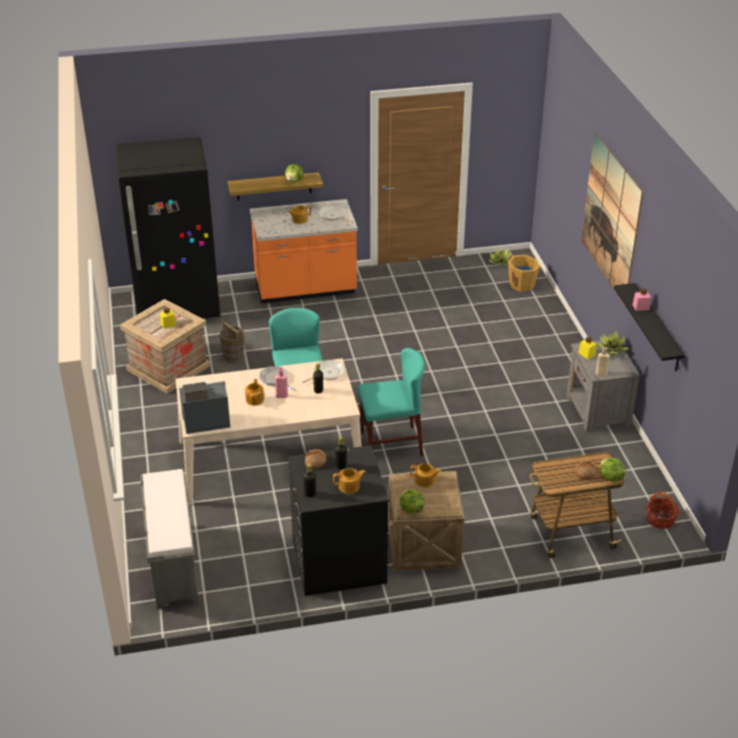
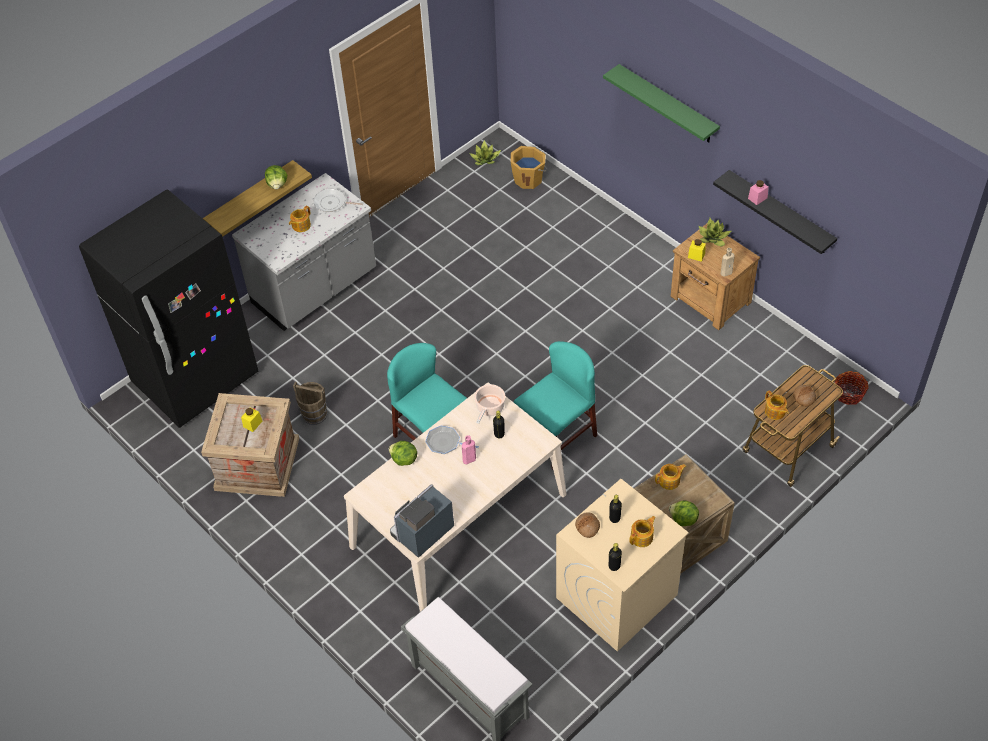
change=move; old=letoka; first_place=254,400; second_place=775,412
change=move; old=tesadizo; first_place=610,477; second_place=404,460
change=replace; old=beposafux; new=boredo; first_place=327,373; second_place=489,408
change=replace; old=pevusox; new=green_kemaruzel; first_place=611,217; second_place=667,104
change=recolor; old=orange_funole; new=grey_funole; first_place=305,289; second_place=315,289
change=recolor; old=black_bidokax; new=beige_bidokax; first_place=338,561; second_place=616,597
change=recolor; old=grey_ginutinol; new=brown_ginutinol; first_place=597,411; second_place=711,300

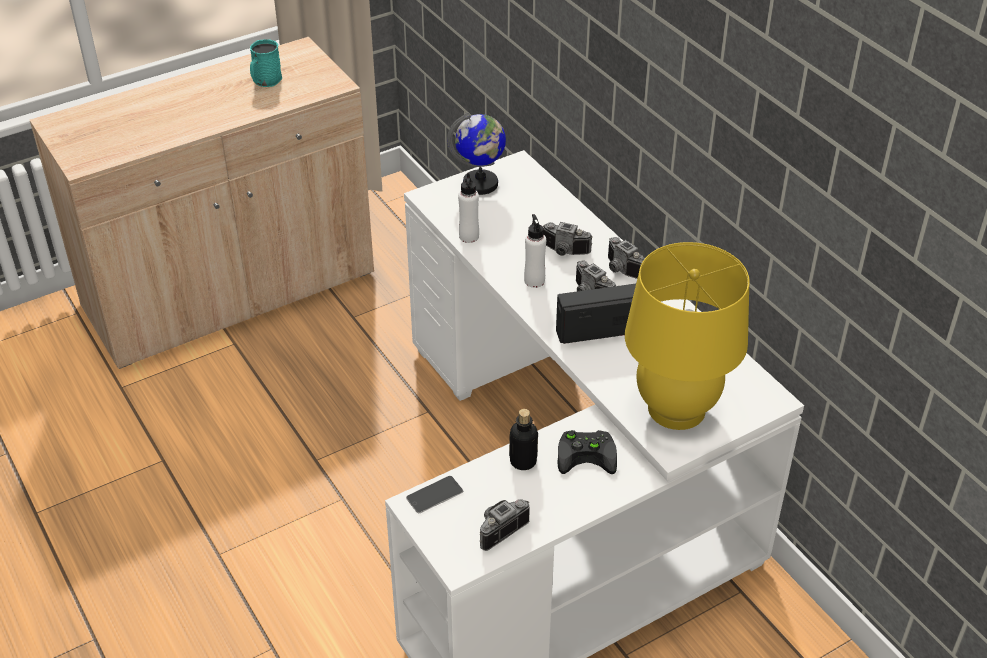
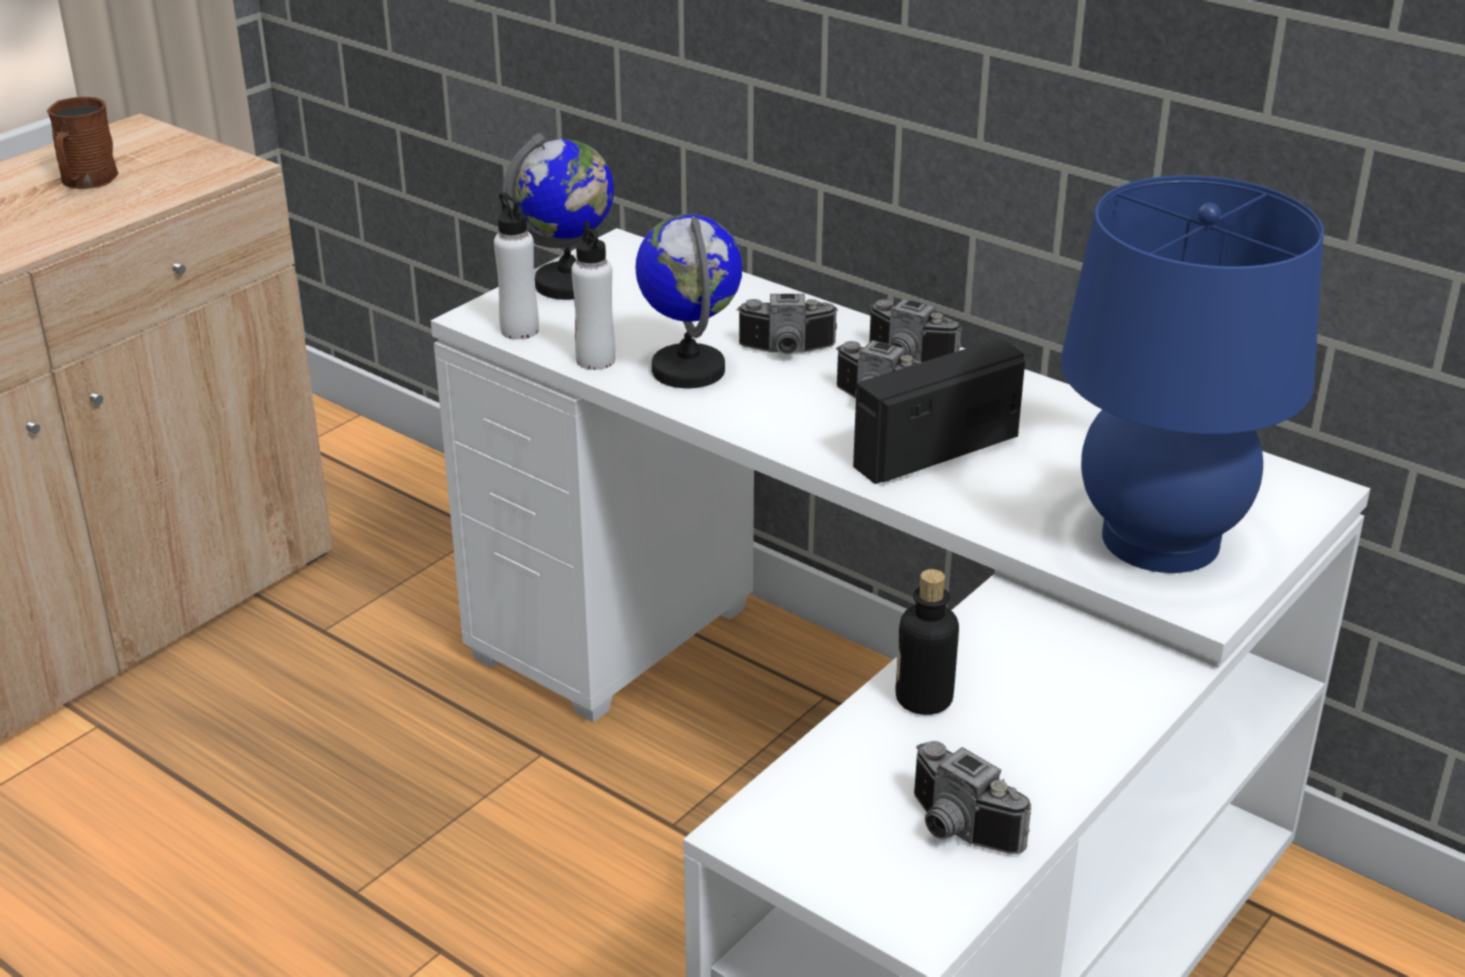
change=delete; old=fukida; first_place=434,494
change=delete; old=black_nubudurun; first_place=588,454
change=insert; new=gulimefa; second_place=689,370
change=move; old=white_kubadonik; first_place=534,280; second_place=519,330
change=recolor; old=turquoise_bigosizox; new=brown_bigosizox; first_place=265,81; second_place=86,181
change=recolor; old=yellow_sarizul; new=blue_sarizul; first_place=676,409; second_place=1160,540
change=rotate; old=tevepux; first_place=498,528; second_place=956,831; degrees=-75

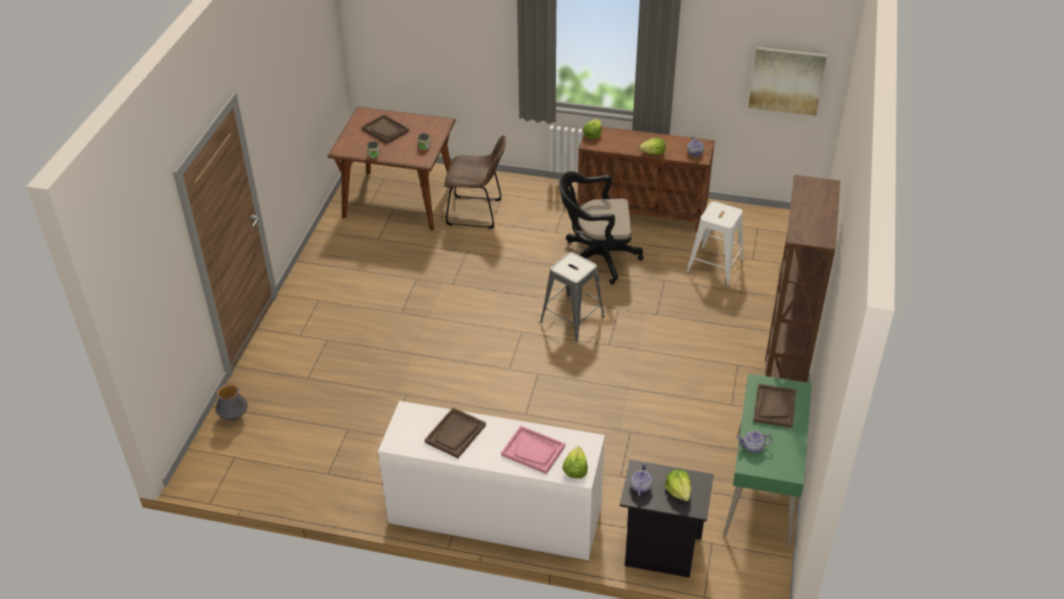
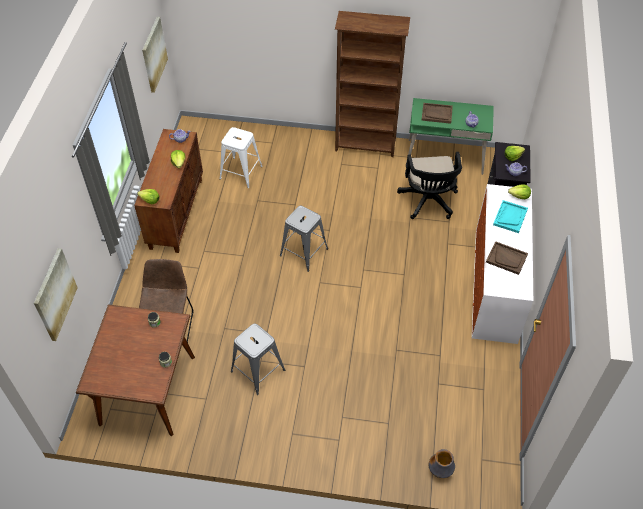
change=delete; old=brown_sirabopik; first_place=385,130
change=insert; new=pevusox; second_place=54,294
change=insert; new=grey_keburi; second_place=258,370
change=move; old=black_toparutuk; first_place=596,258; second_place=428,202
change=recolor; old=pink_sirabopik; new=turquoise_sirabopik; first_place=533,451; second_place=510,217

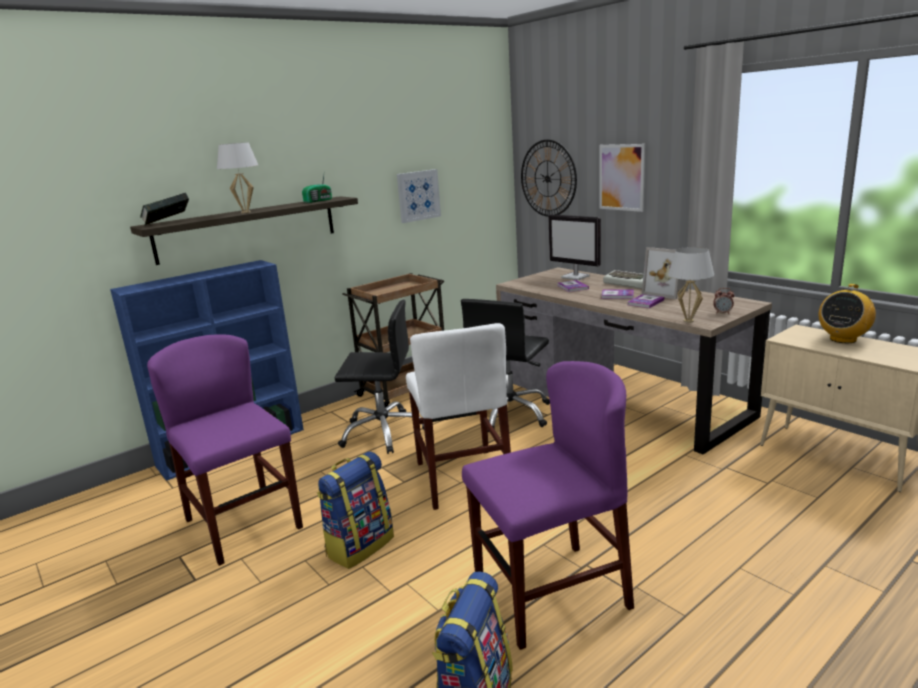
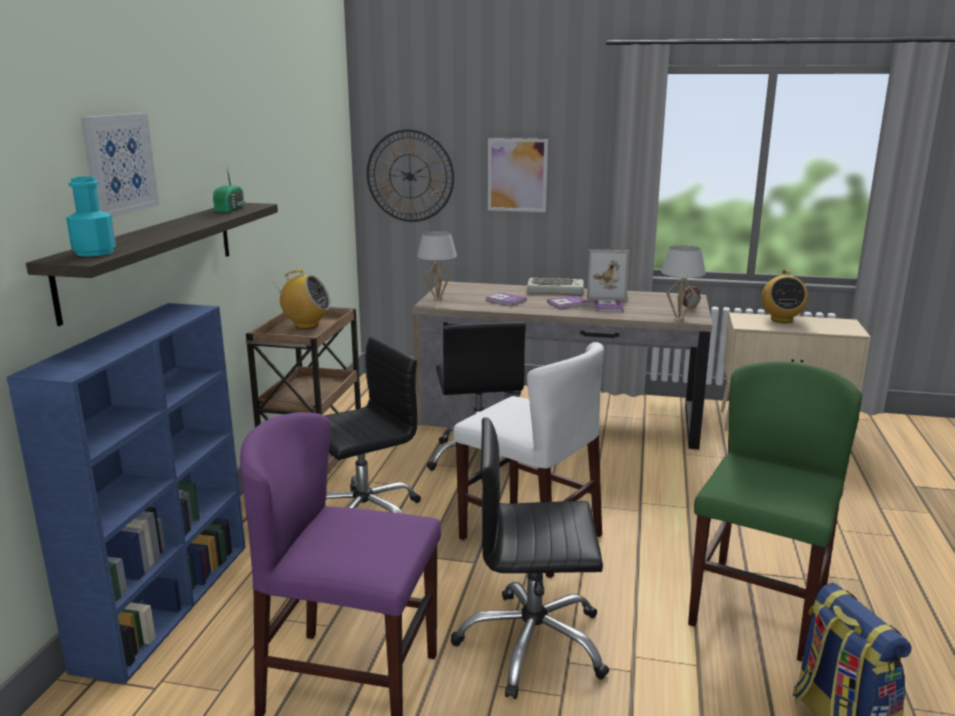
change=delete; old=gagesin; first_place=576,277
change=insert; new=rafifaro; second_place=306,325
change=move; old=white_sarizul; first_place=246,212; second_place=437,299
change=move; old=pevusox; first_place=418,195; second_place=119,164
change=replace; old=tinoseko; new=turquoise_kubadonik; first_place=167,223; second_place=94,252
change=replace; old=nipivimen; new=black_toparutuk; first_place=359,546; second_place=532,644
change=recolor; old=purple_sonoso; new=green_sonoso; first_place=551,594; second_place=758,607

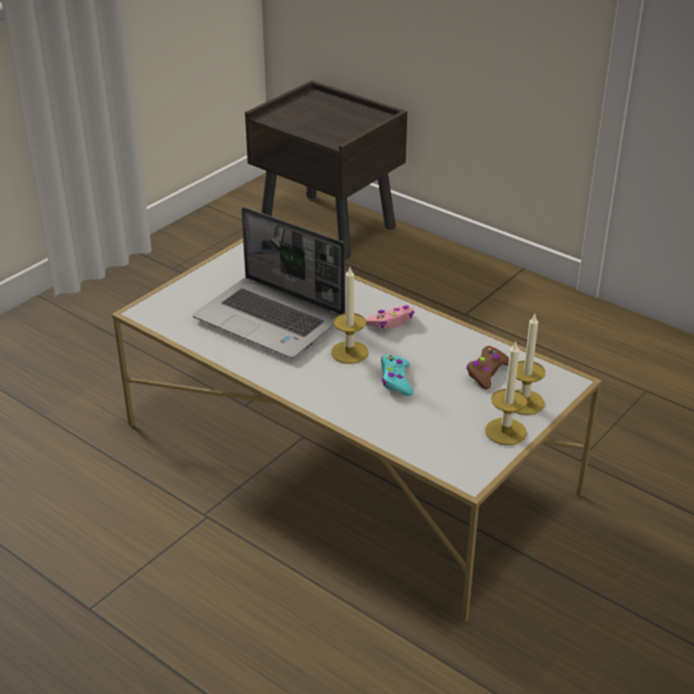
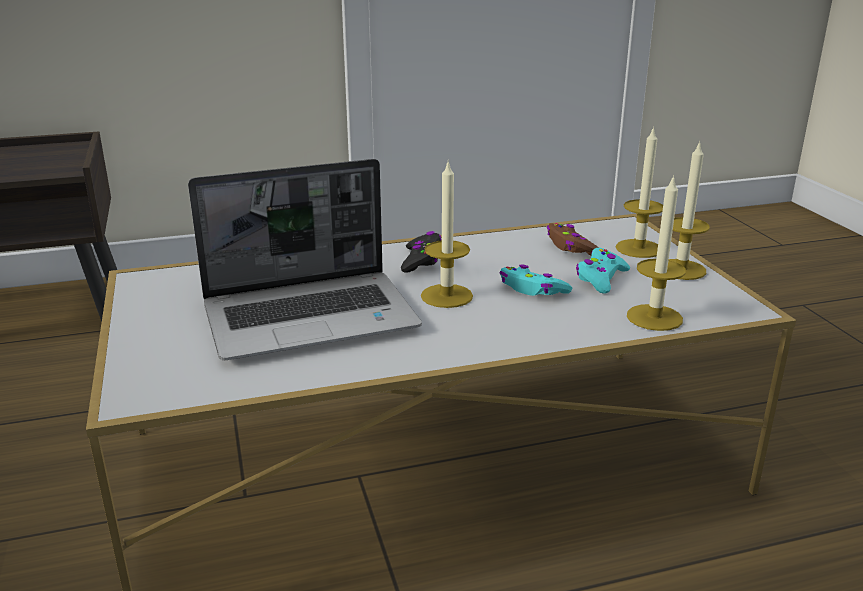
change=insert; new=turquoise_nubudurun; second_place=600,278
change=insert; new=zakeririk; second_place=654,317
change=recolor; old=pink_nubudurun; new=black_nubudurun; first_place=390,322; second_place=421,260

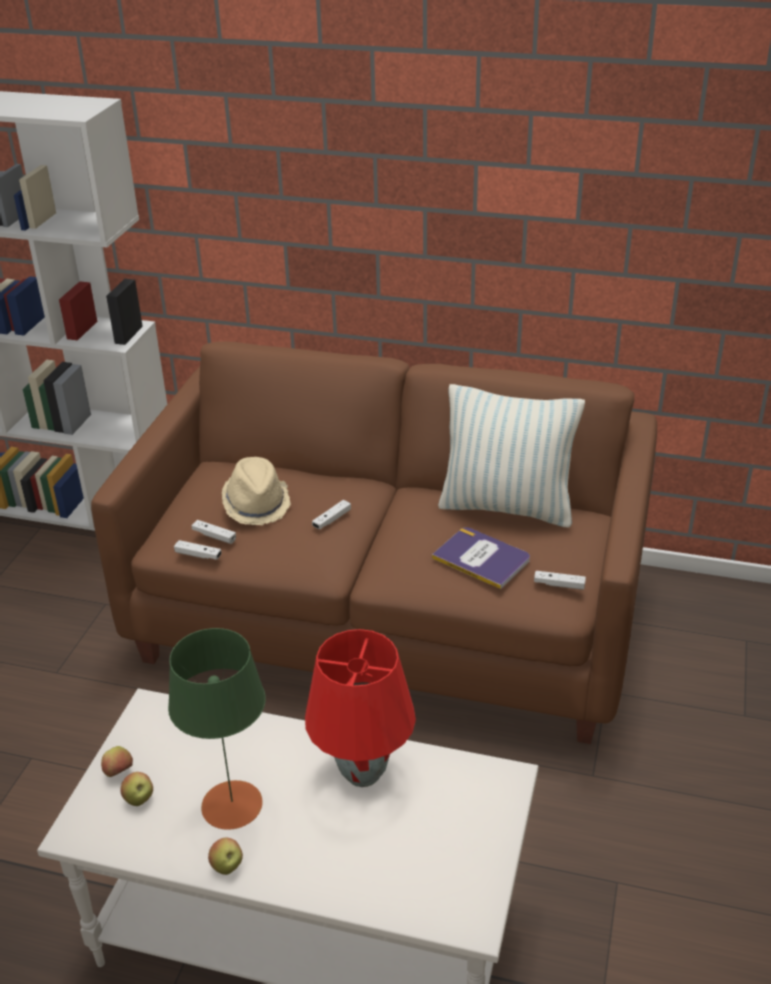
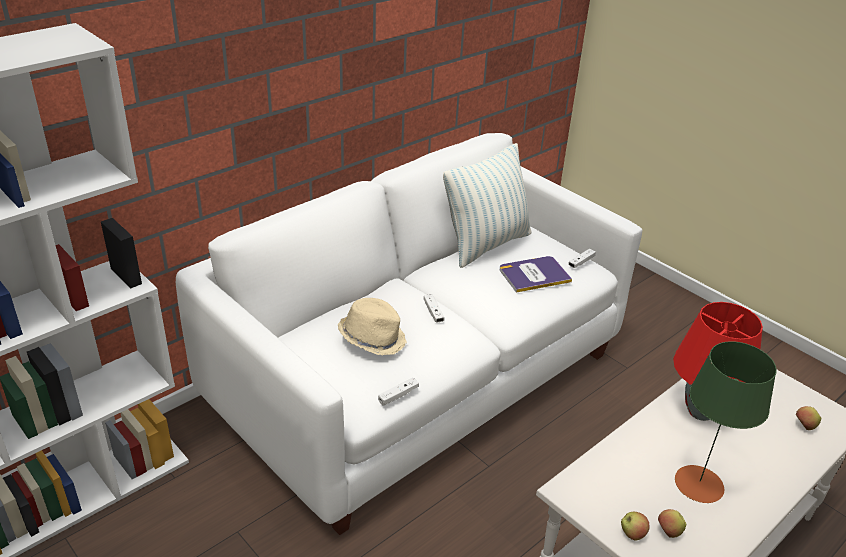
change=delete; old=white_nubudurun; first_place=214,536
change=move; old=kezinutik; first_place=227,867; second_place=804,426
change=recolor; old=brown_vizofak; new=white_vizofak; first_place=391,615; second_place=418,378

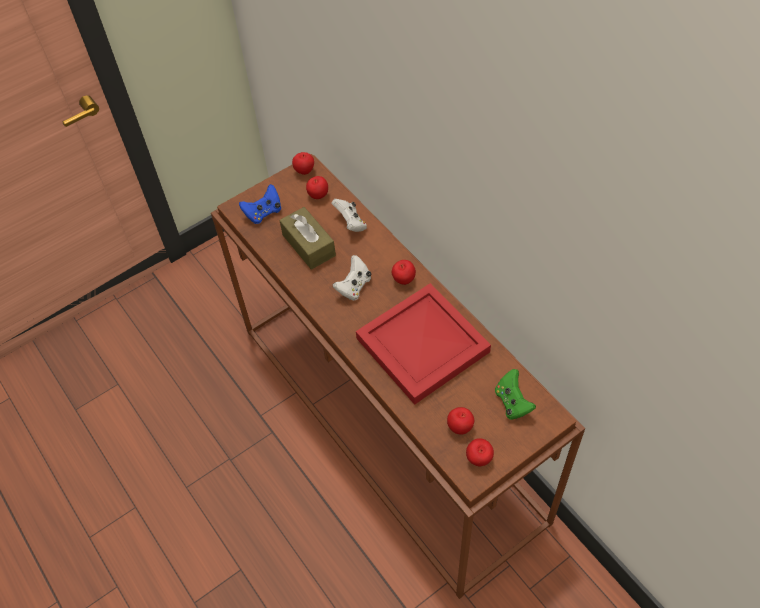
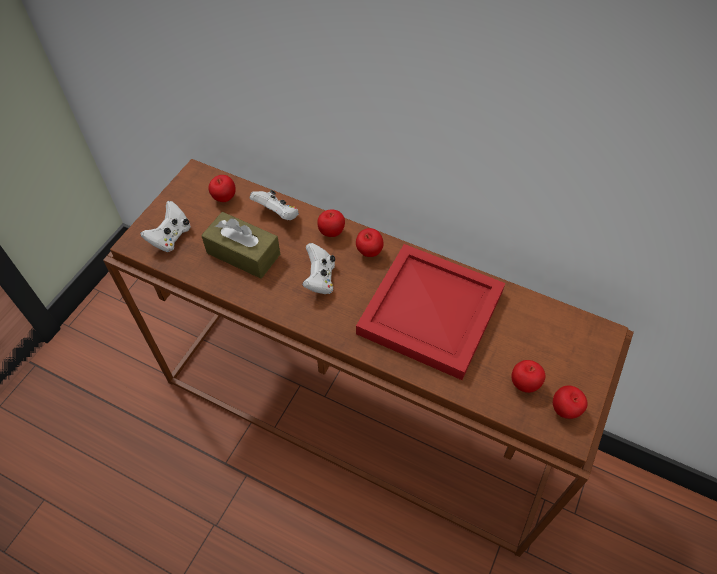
change=delete; old=green_nubudurun; first_place=512,402
change=move; old=kezinutik; first_place=304,171; second_place=331,232
change=recolor; old=blue_nubudurun; new=white_nubudurun; first_place=263,213; second_place=171,237

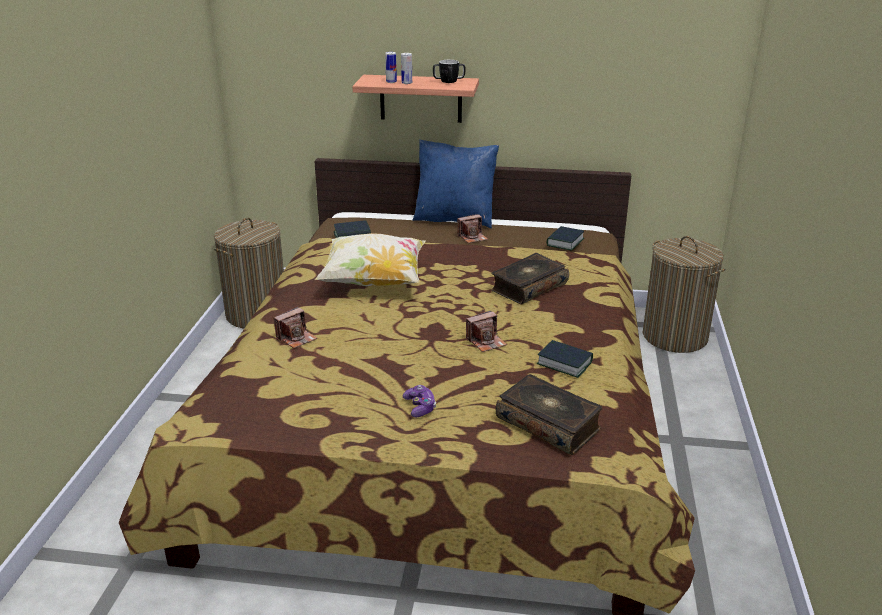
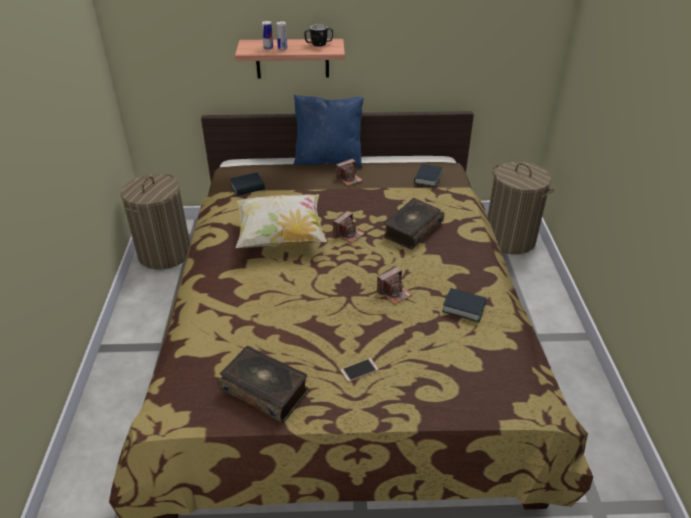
change=move; old=tevepux; first_place=296,338; second_place=348,234
change=move; old=tinoseko; first_place=549,423; second_place=265,390
change=replace; old=nubudurun; new=fukida; first_place=420,407; second_place=359,370

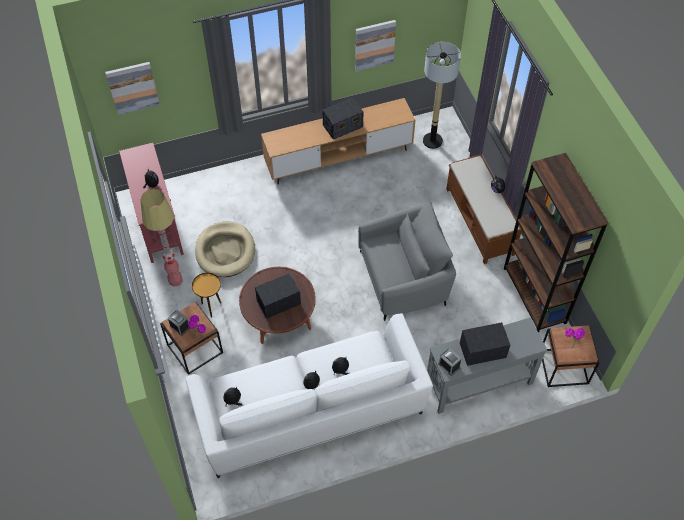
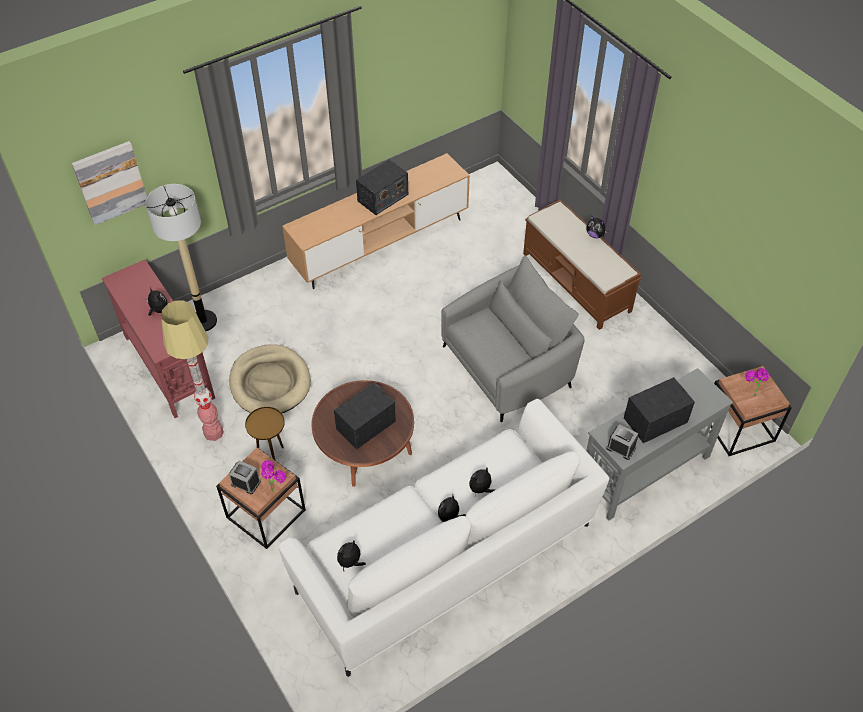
change=delete; old=pevusox; first_place=374,45
change=delete; old=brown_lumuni; first_place=534,295
change=move; old=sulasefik; first_place=432,141; second_place=203,321

